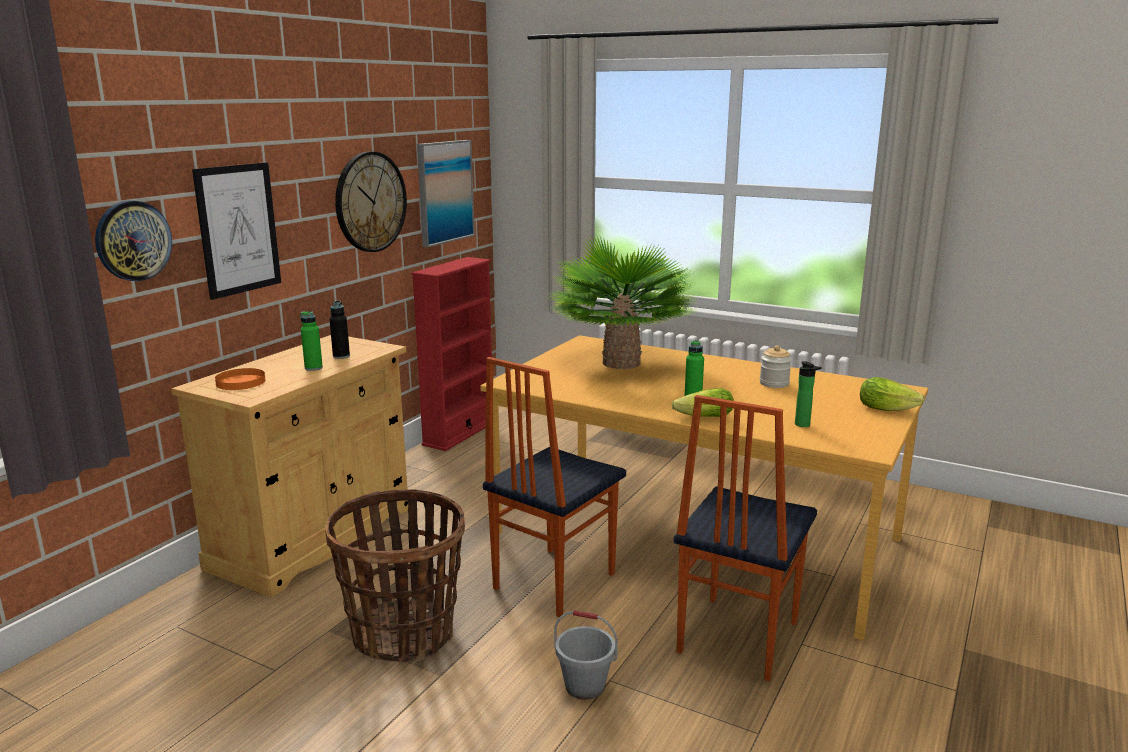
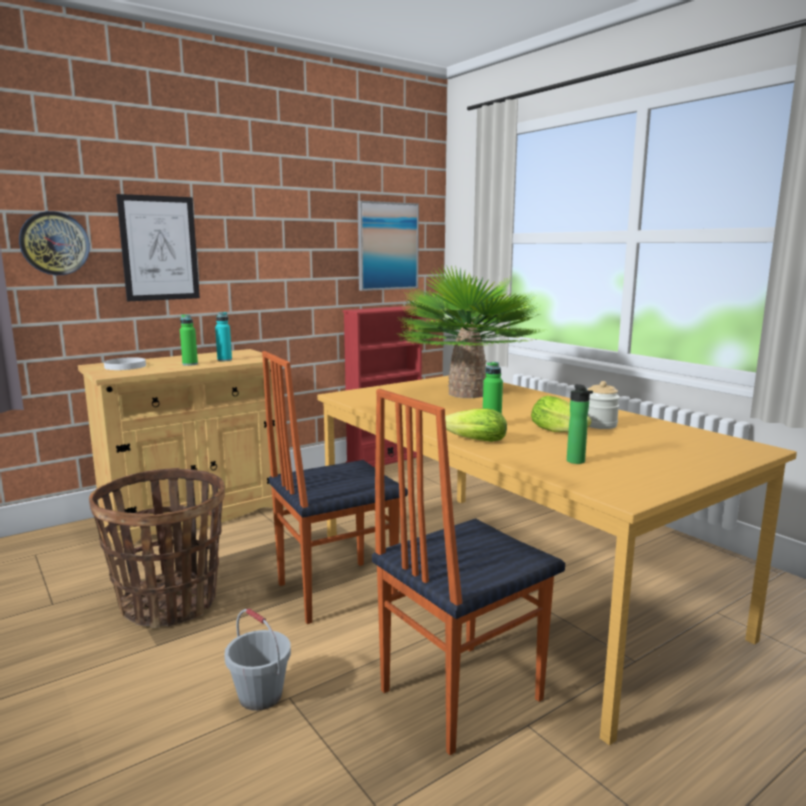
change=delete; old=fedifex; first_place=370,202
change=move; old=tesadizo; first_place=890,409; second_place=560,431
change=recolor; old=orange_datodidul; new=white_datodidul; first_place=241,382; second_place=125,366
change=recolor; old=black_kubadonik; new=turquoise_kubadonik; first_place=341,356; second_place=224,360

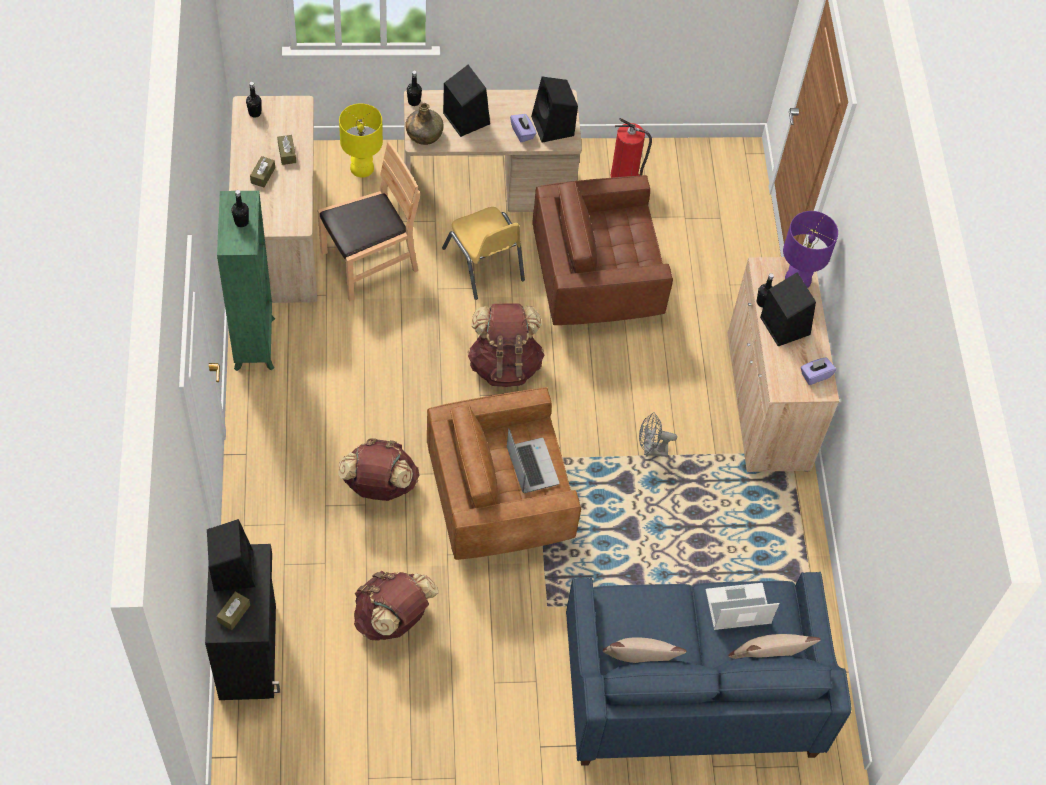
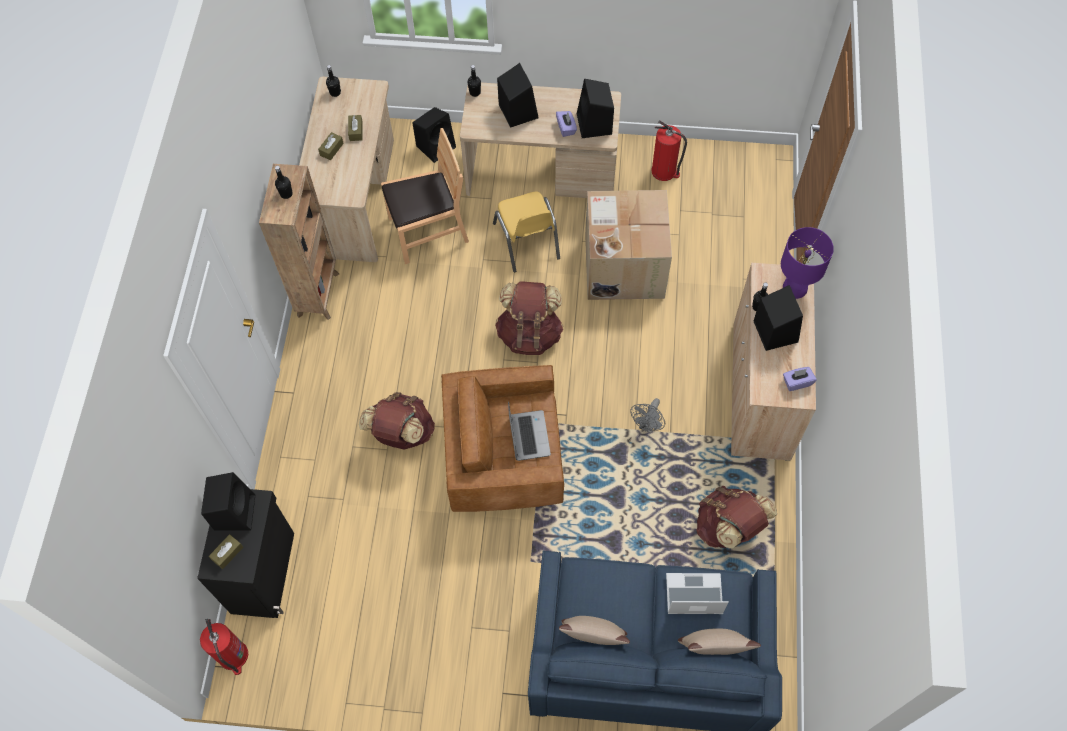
change=delete; old=green_kubadonik; first_place=424,134
change=insert; new=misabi; second_place=233,656
change=move; old=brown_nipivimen; first_place=393,619; second_place=728,528
change=replace; old=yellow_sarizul; new=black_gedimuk; first_place=362,167; second_place=436,146
change=replace; old=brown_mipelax; new=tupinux; first_place=595,281; second_place=623,265
change=recolor; old=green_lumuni; new=brown_lumuni; first_place=255,342; second_place=318,293
change=rotate; old=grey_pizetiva; first_place=651,450; second_place=647,425; degrees=-75

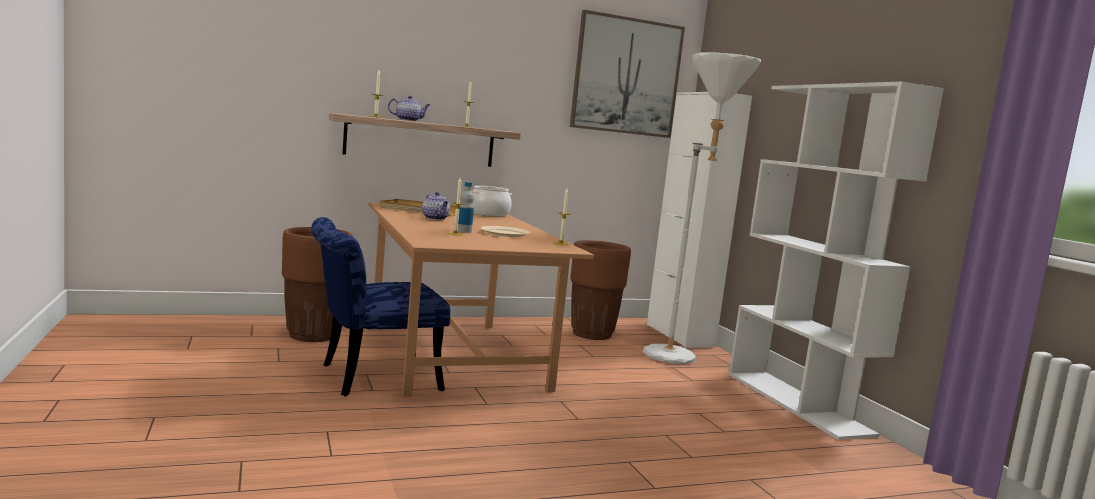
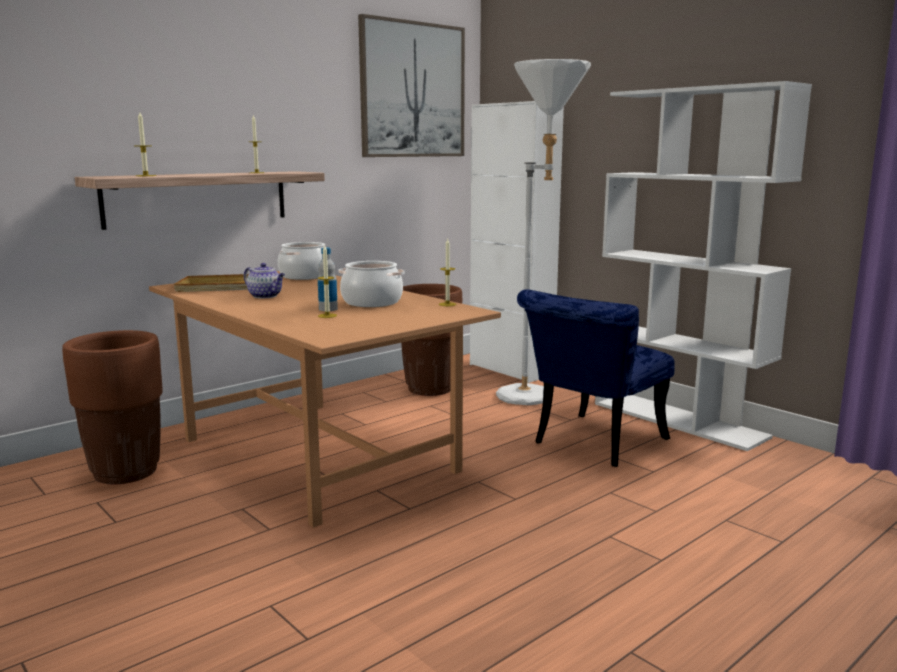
change=delete; old=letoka; first_place=408,120
change=move; old=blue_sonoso; first_place=369,377; second_place=592,444
change=replace; old=beige_datodidul; new=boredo; first_place=505,233; second_place=372,302

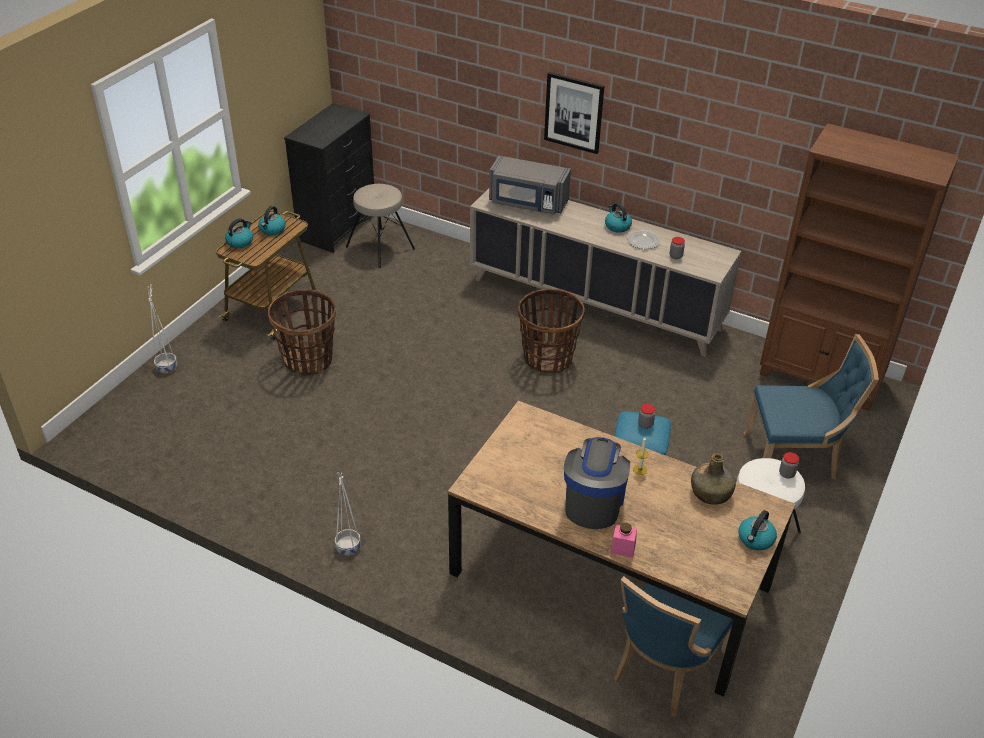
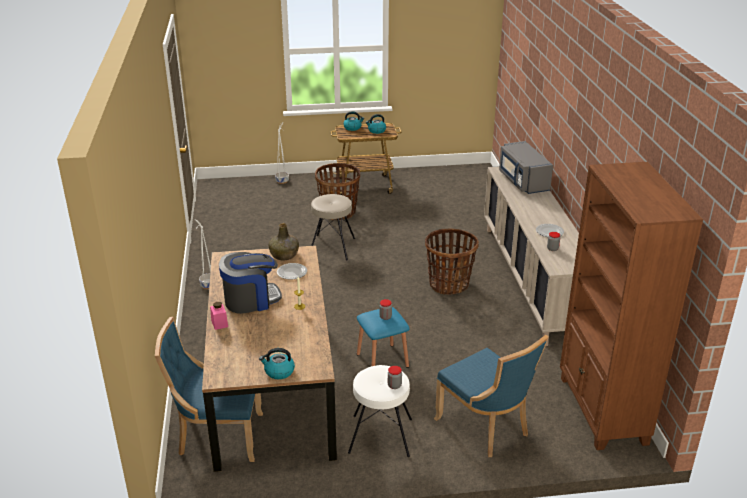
change=delete; old=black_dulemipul; first_place=338,228
change=delete; old=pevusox; first_place=574,112
change=delete; old=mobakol; first_place=617,226
change=insert; new=datodidul; second_place=292,272
change=move; old=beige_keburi; first_place=380,247; second_place=332,247
change=move; old=green_kubadonik; first_place=711,493; second_place=284,255

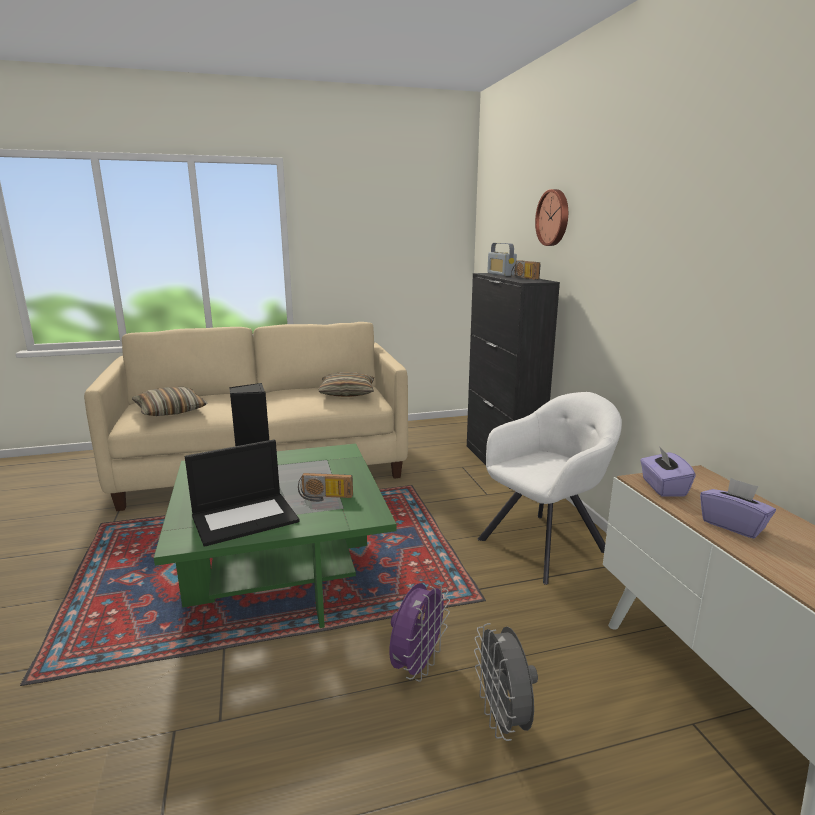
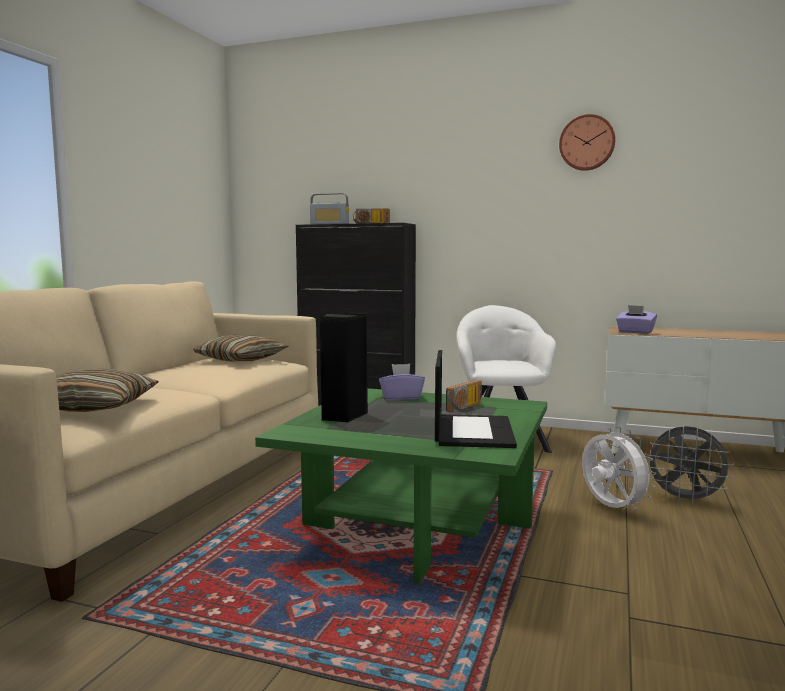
change=move; old=fedifex; first_place=554,218; second_place=587,143
change=move; old=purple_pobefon; first_place=733,525; second_place=401,397
change=recolor; old=purple_pizetiva; new=white_pizetiva; first_place=417,665; second_place=611,508

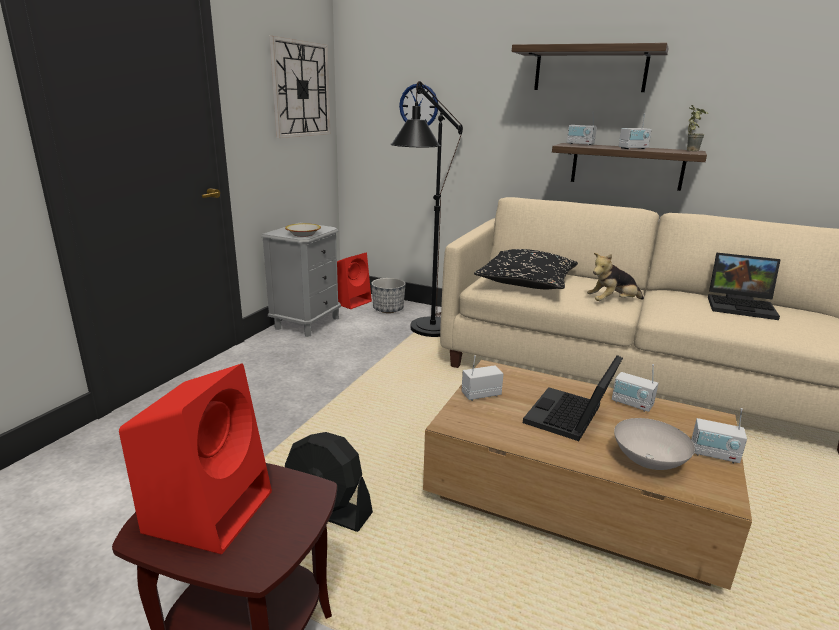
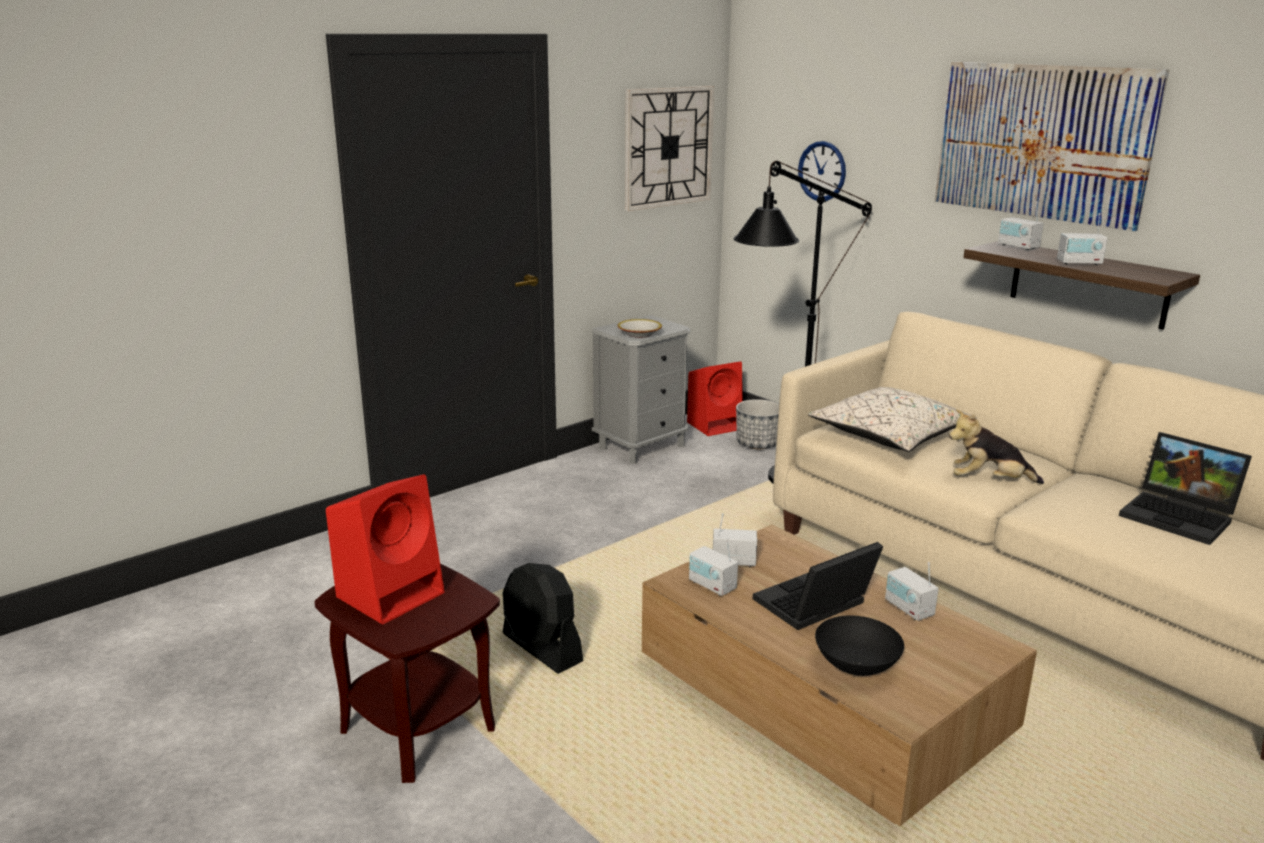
change=delete; old=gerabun; first_place=690,150
change=move; old=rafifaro; first_place=714,454; second_place=712,586
change=replace; old=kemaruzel; new=pevusox; first_place=590,69; second_place=1041,141
change=recolor; old=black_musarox; new=beige_musarox; first_place=527,282; second_place=891,436
change=recolor; old=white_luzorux; new=black_luzorux; first_place=647,462; second_place=854,667

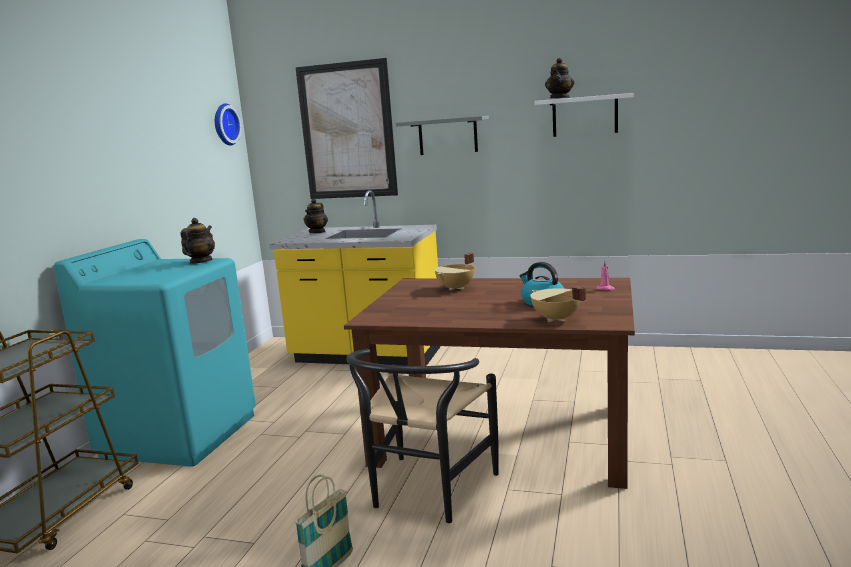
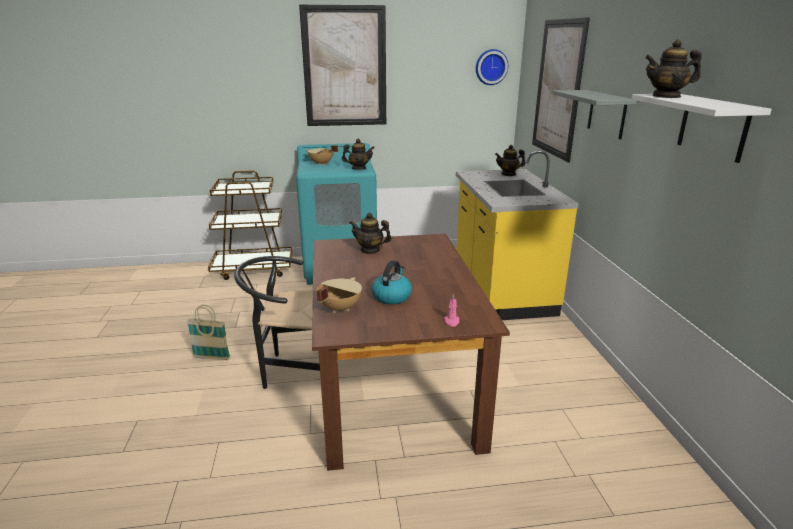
change=insert; new=pevusox; second_place=345,67
change=insert; new=letoka; second_place=370,250
change=move; old=beige_boredo; first_place=456,288; second_place=321,164

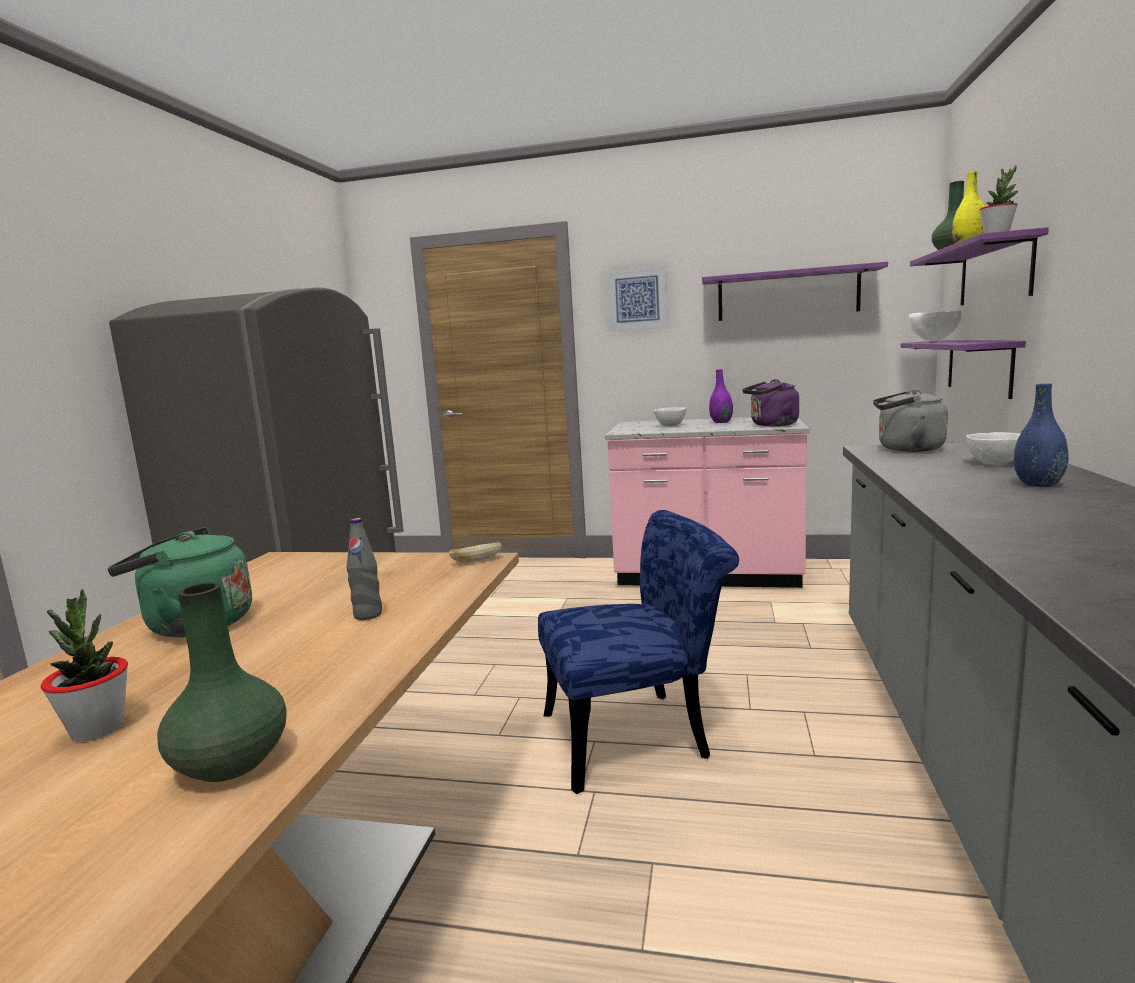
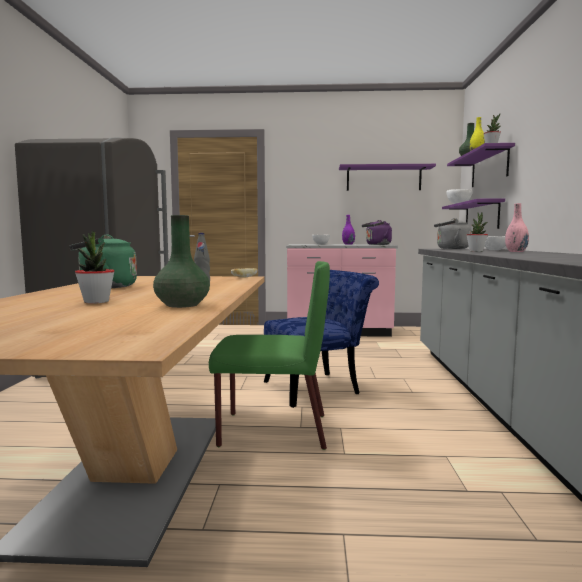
change=delete; old=pevusox; first_place=637,299
change=insert; new=green_sonoso; second_place=271,430
change=insert; new=gerabun; second_place=476,251
change=recolor; old=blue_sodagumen; new=pink_sodagumen; first_place=1038,484; second_place=516,251

